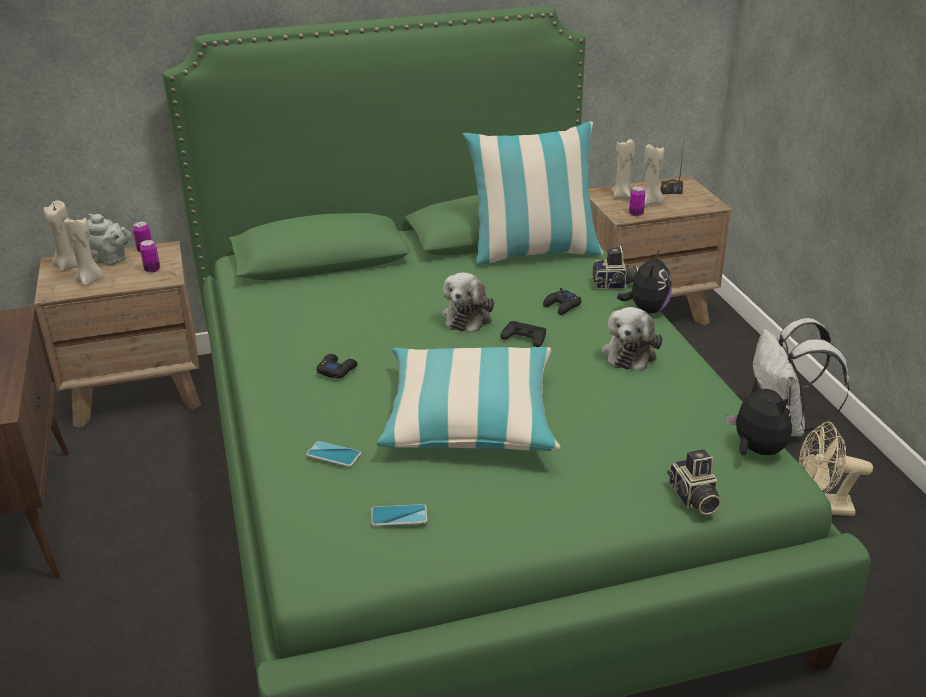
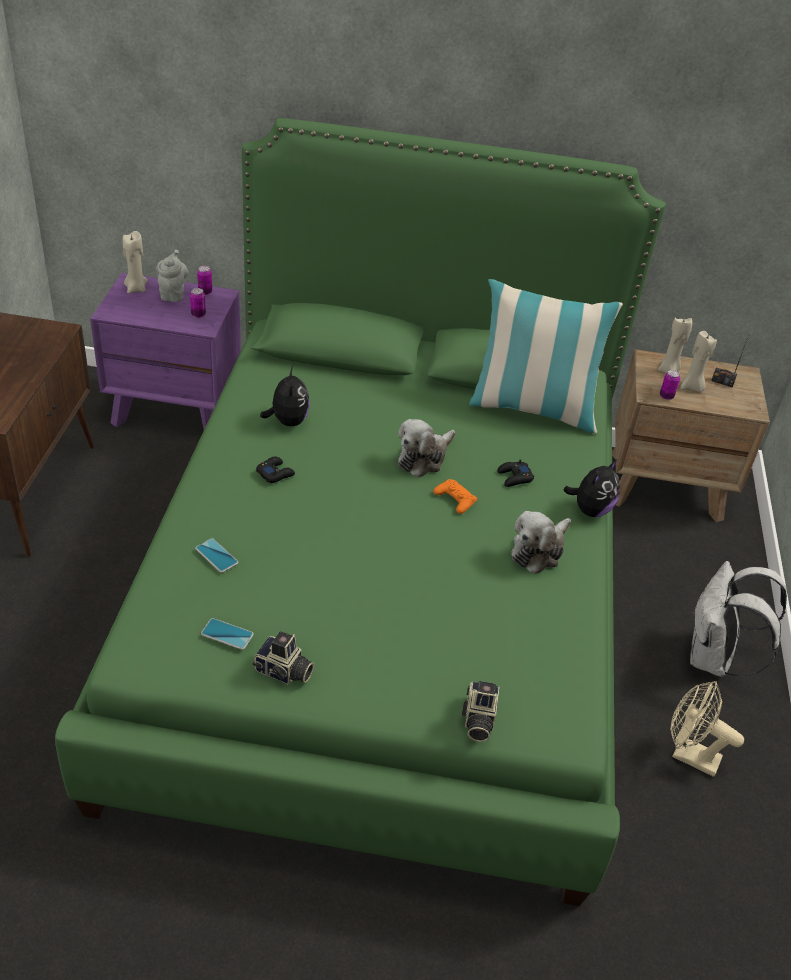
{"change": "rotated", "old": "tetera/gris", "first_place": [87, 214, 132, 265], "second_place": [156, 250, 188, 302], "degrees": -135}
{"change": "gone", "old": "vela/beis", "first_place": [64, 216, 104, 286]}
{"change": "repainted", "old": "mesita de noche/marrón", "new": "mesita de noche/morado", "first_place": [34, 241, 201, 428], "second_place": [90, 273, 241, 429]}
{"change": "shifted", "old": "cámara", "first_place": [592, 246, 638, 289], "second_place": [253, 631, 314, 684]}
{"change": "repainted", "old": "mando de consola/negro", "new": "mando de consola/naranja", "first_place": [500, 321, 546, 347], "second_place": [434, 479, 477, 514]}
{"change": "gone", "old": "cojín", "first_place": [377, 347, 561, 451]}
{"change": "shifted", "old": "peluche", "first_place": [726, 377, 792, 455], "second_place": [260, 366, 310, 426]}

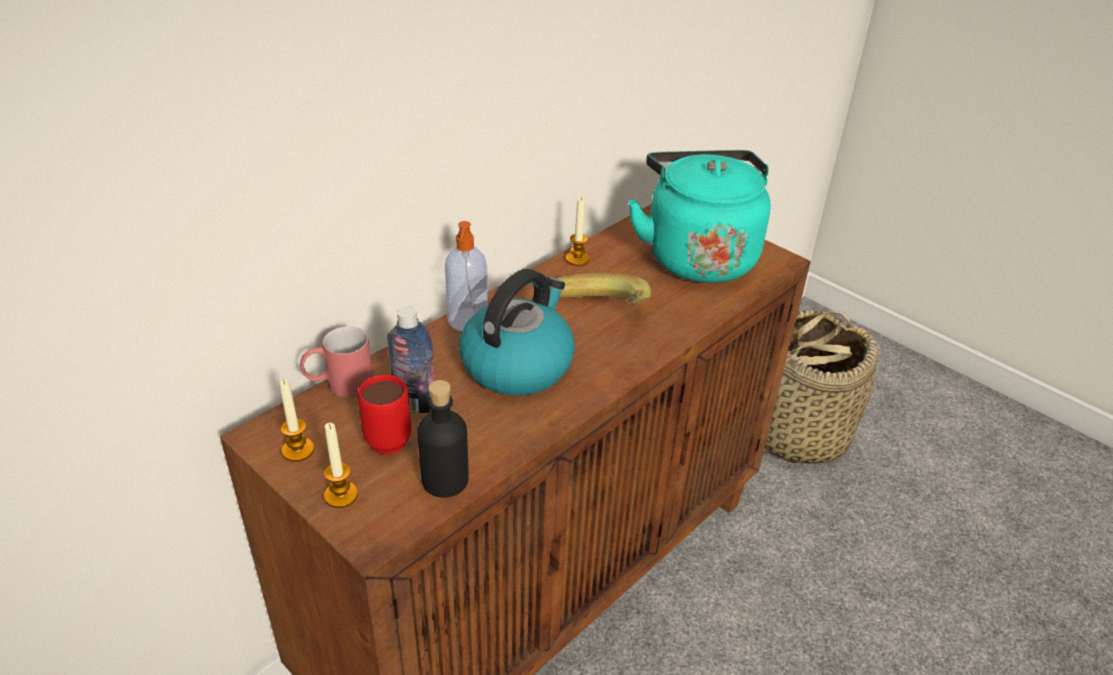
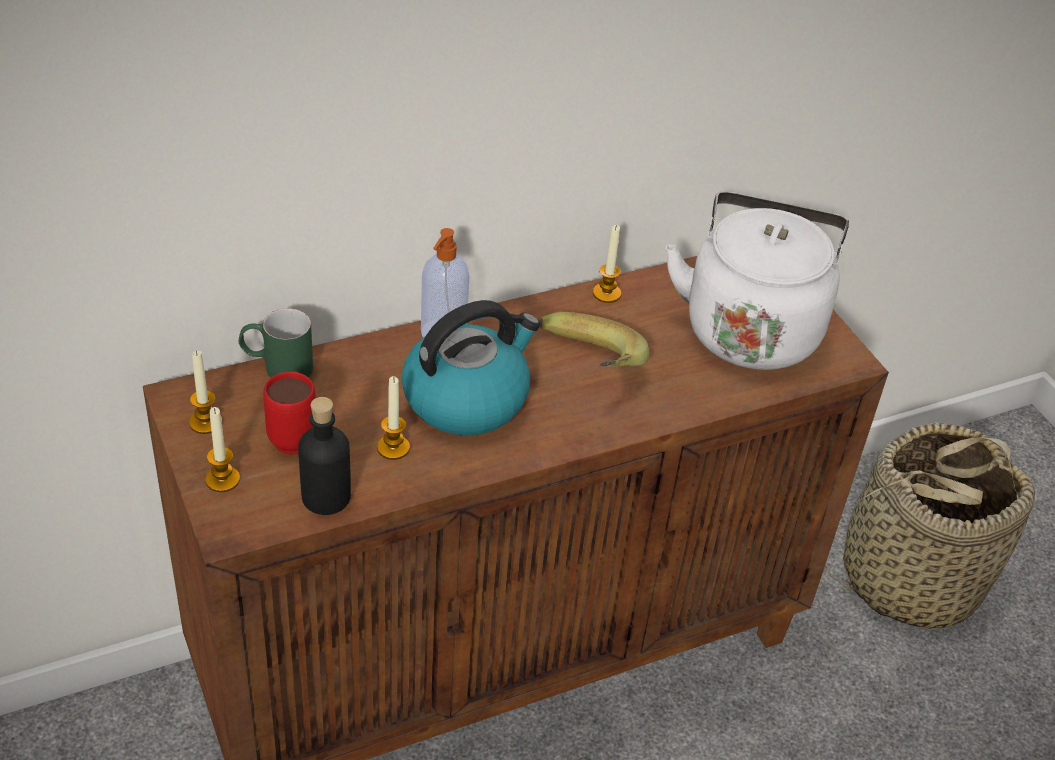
{"change": "repainted", "old": "hervidor/turquesa", "new": "hervidor/blanco", "first_place": [628, 150, 771, 283], "second_place": [666, 191, 849, 370]}
{"change": "gone", "old": "botella", "first_place": [387, 306, 435, 413]}
{"change": "repainted", "old": "taza grande/rojo", "new": "taza grande/verde", "first_place": [300, 326, 373, 397], "second_place": [239, 308, 313, 378]}
{"change": "new", "new": "vela", "second_place": [377, 376, 410, 460]}

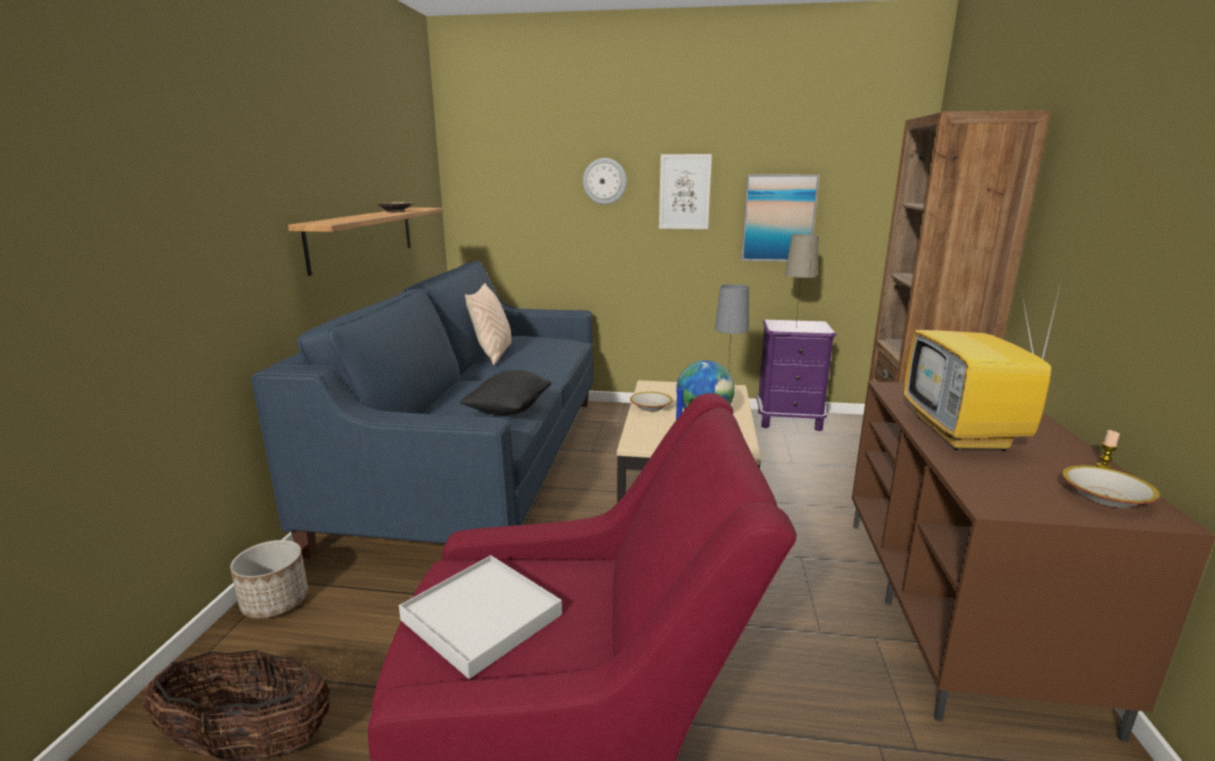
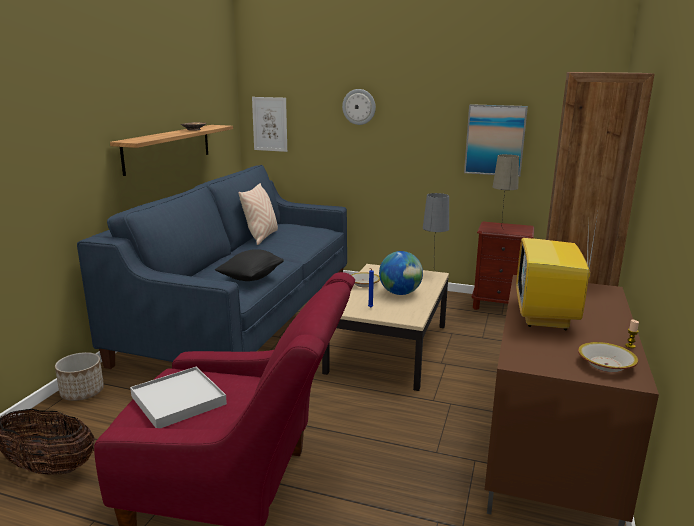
{"change": "shifted", "old": "cuadro", "first_place": [659, 154, 712, 229], "second_place": [252, 97, 287, 152]}
{"change": "repainted", "old": "mesita de noche/morado", "new": "mesita de noche/marrón", "first_place": [756, 320, 837, 431], "second_place": [472, 222, 534, 310]}

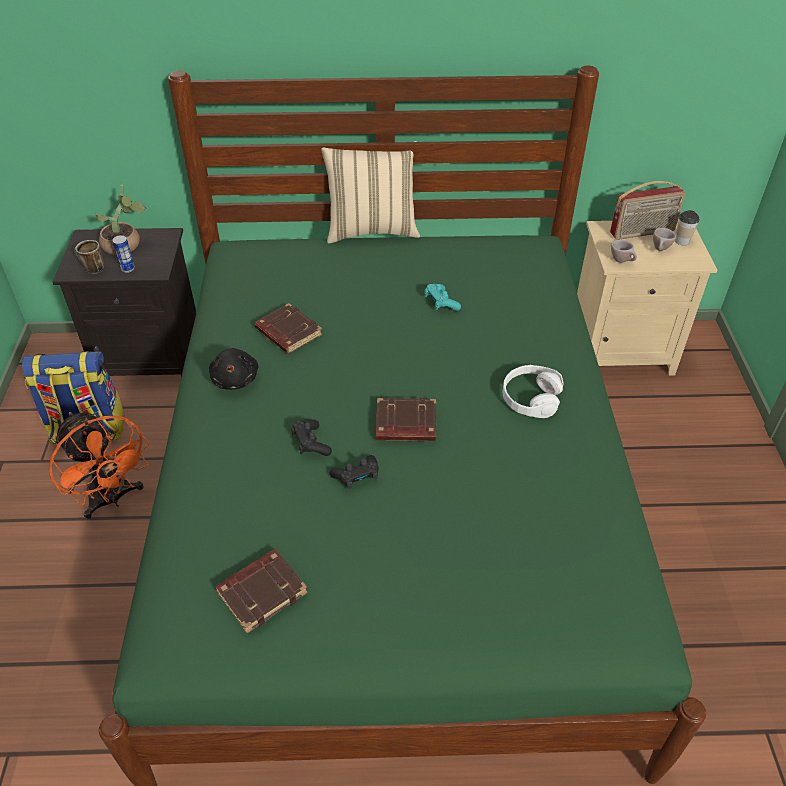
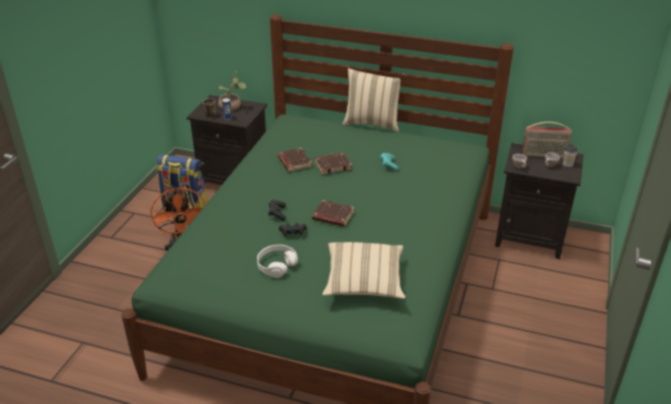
{"change": "repainted", "old": "mesita de noche/beis", "new": "mesita de noche/negro", "first_place": [577, 220, 717, 376], "second_place": [495, 143, 584, 259]}
{"change": "gone", "old": "peluche/negro", "first_place": [209, 348, 258, 390]}
{"change": "shifted", "old": "auriculares/blanco", "first_place": [503, 365, 564, 418], "second_place": [257, 245, 298, 278]}
{"change": "shifted", "old": "libro/marrón", "first_place": [215, 549, 308, 634], "second_place": [314, 153, 352, 175]}
{"change": "new", "new": "cojín/beis", "second_place": [322, 242, 405, 299]}

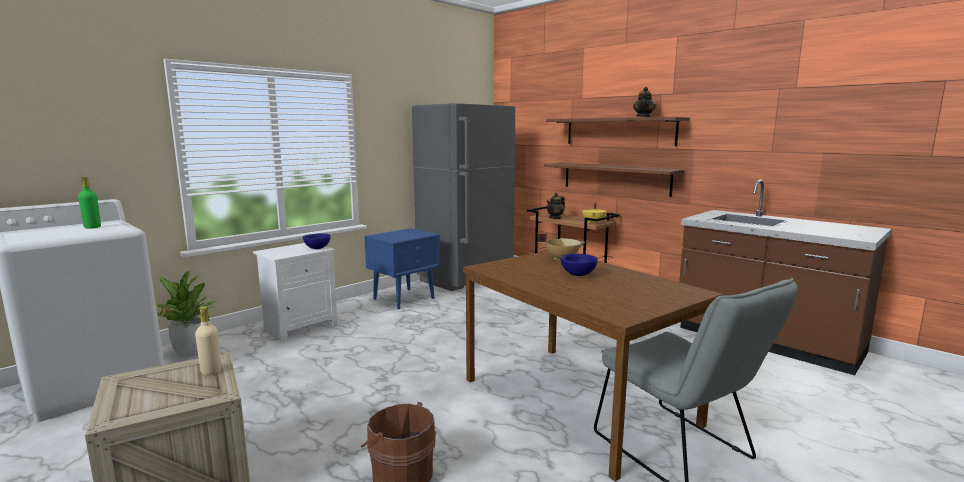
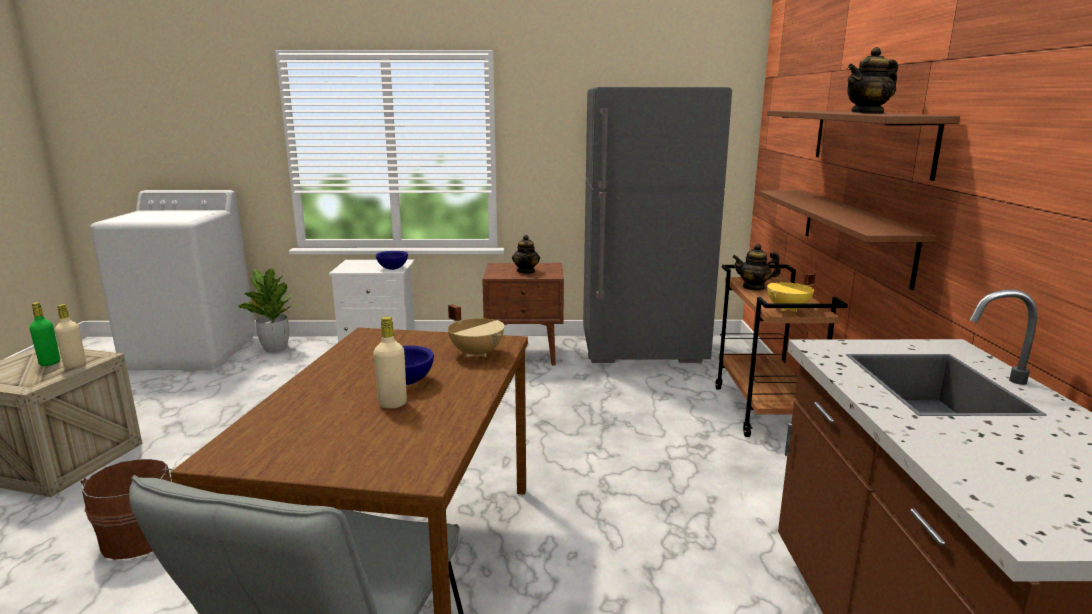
{"change": "shifted", "old": "botella/verde", "first_place": [78, 177, 101, 229], "second_place": [30, 302, 60, 366]}
{"change": "repainted", "old": "mesita de noche/azul", "new": "mesita de noche/marrón", "first_place": [364, 228, 440, 309], "second_place": [482, 263, 564, 366]}
{"change": "new", "new": "tetera", "second_place": [512, 235, 540, 274]}
{"change": "new", "new": "botella/beis", "second_place": [373, 317, 407, 409]}

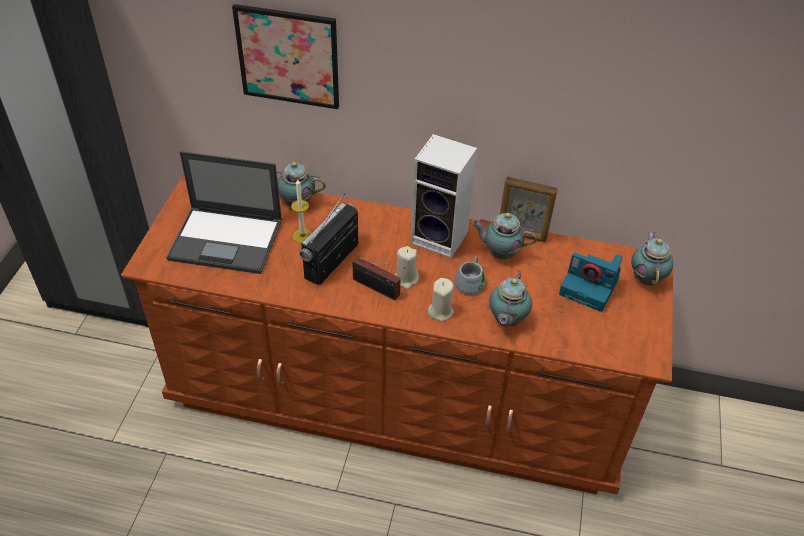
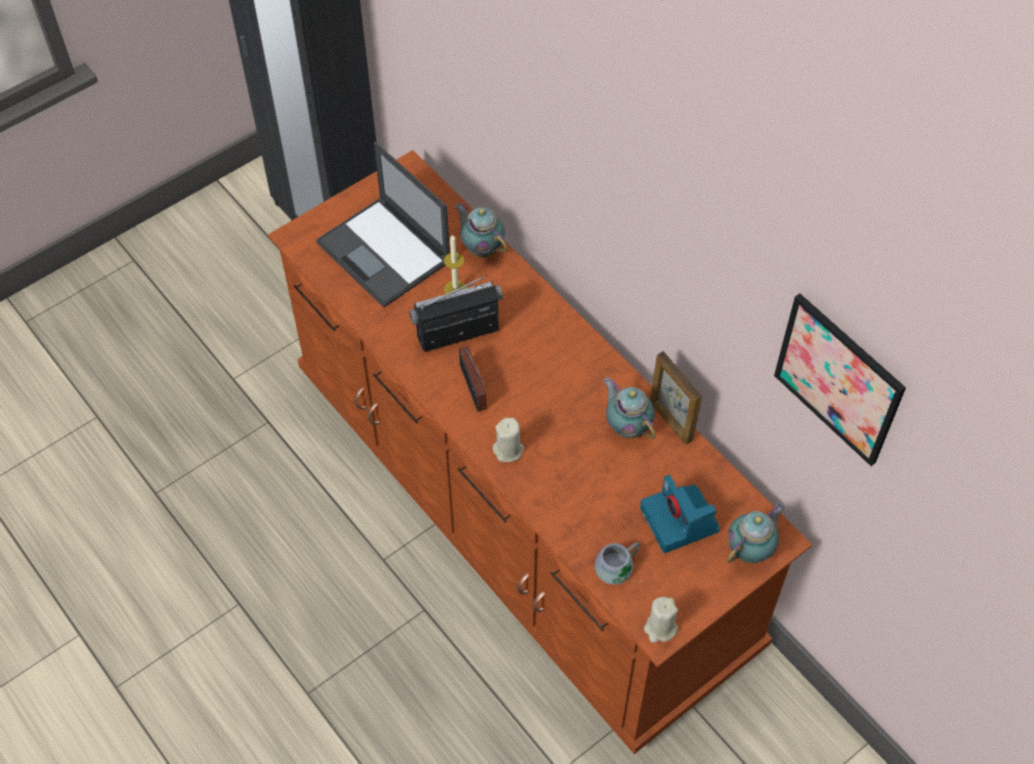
{"change": "shifted", "old": "cuadro", "first_place": [232, 4, 339, 109], "second_place": [774, 293, 906, 466]}
{"change": "gone", "old": "altavoz", "first_place": [411, 134, 477, 258]}
{"change": "shifted", "old": "vela/beis", "first_place": [395, 246, 419, 289], "second_place": [644, 597, 678, 643]}
{"change": "shifted", "old": "taza grande/gris", "first_place": [454, 255, 494, 295], "second_place": [595, 542, 640, 585]}
{"change": "gone", "old": "tetera", "first_place": [489, 271, 532, 326]}

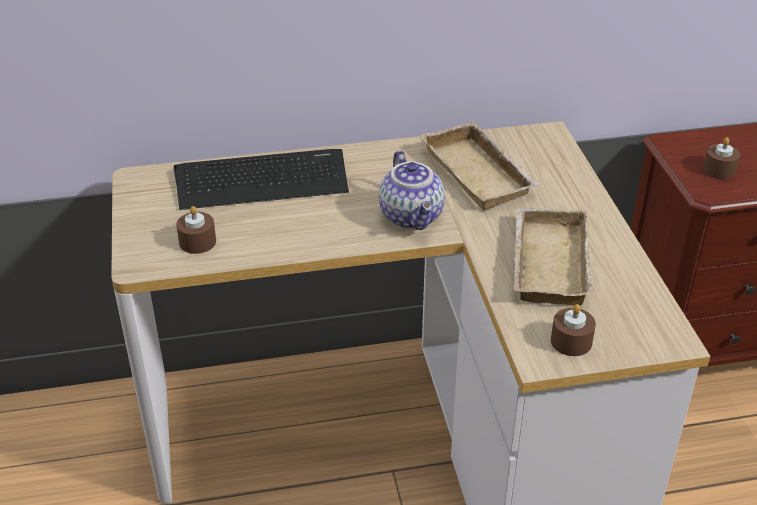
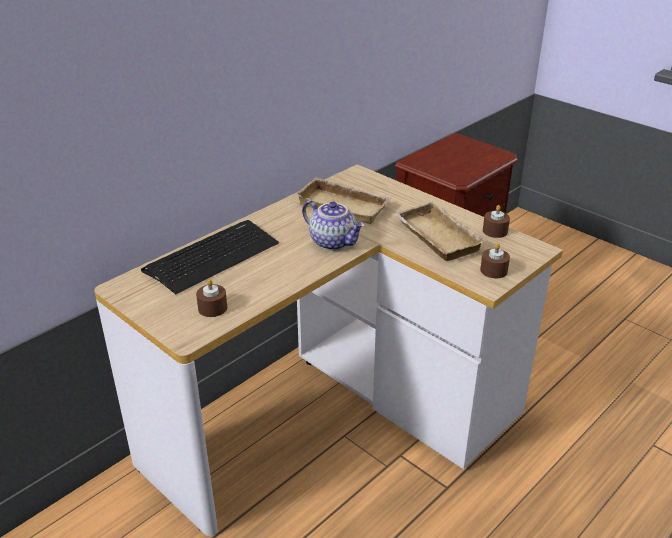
{"change": "shifted", "old": "vela/marrón", "first_place": [703, 137, 740, 179], "second_place": [483, 205, 510, 238]}

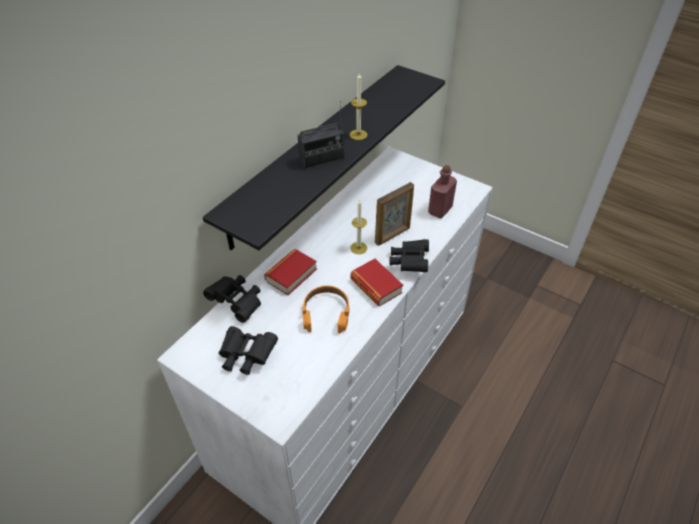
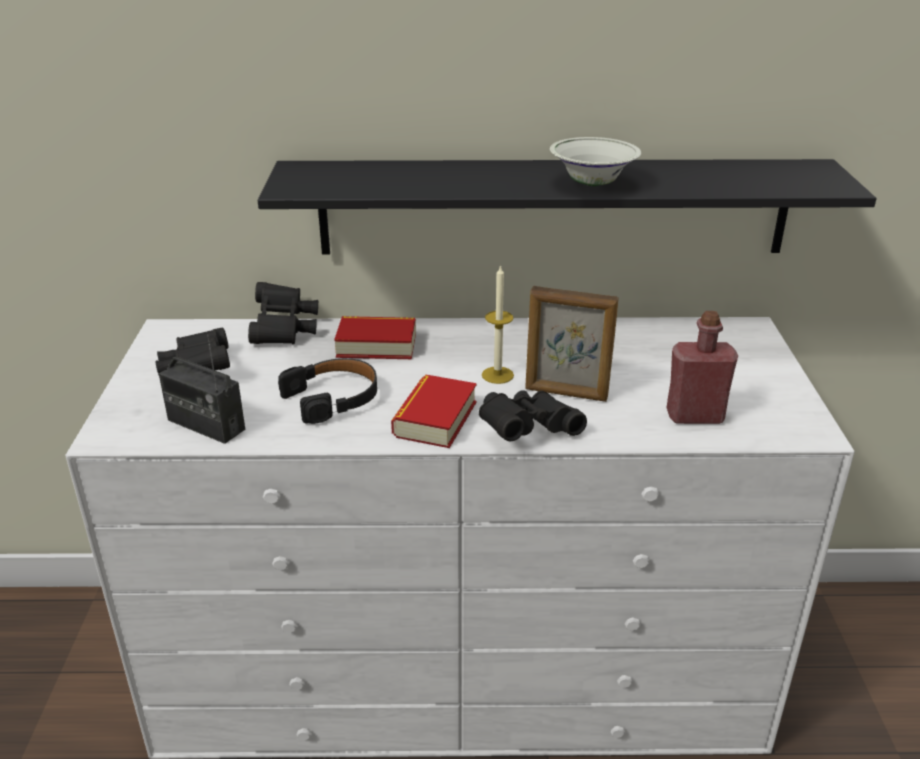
{"change": "swapped", "old": "vela", "new": "cuenco/blanco", "first_place": [350, 72, 367, 140], "second_place": [550, 137, 641, 186]}
{"change": "shifted", "old": "radio", "first_place": [298, 101, 344, 169], "second_place": [159, 335, 245, 444]}
{"change": "repainted", "old": "auriculares/naranja", "new": "auriculares/negro", "first_place": [302, 286, 350, 333], "second_place": [278, 358, 377, 424]}

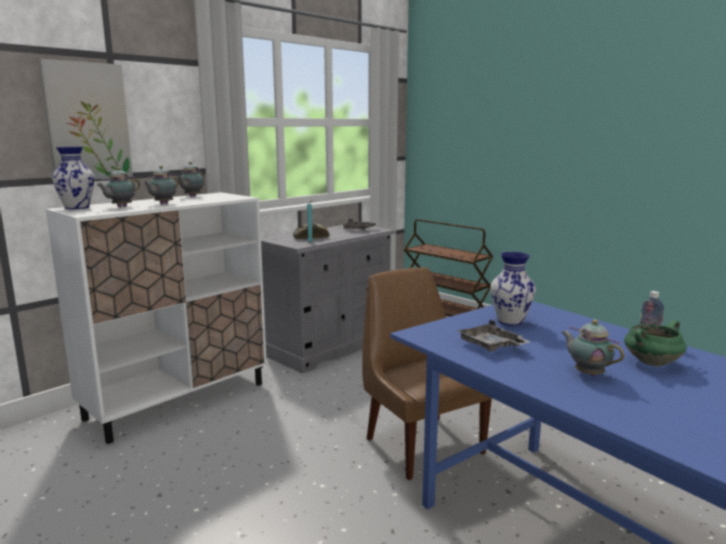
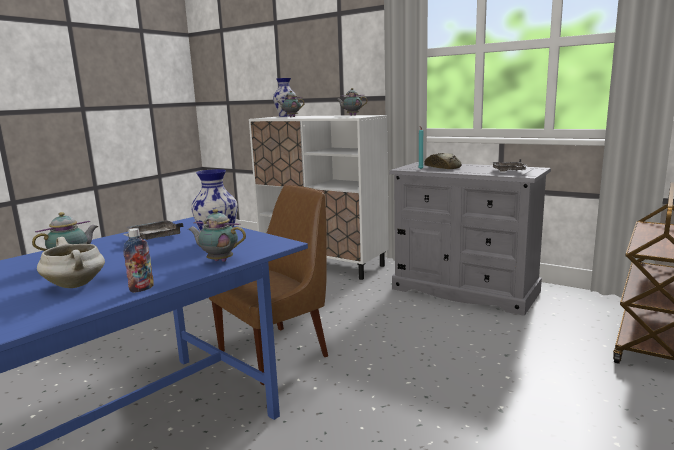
{"change": "gone", "old": "cuadro", "first_place": [38, 59, 133, 179]}
{"change": "shifted", "old": "tetera", "first_place": [143, 166, 179, 204], "second_place": [188, 209, 246, 262]}
{"change": "repainted", "old": "olla/verde", "new": "olla/blanco", "first_place": [624, 320, 687, 367], "second_place": [37, 237, 105, 288]}

